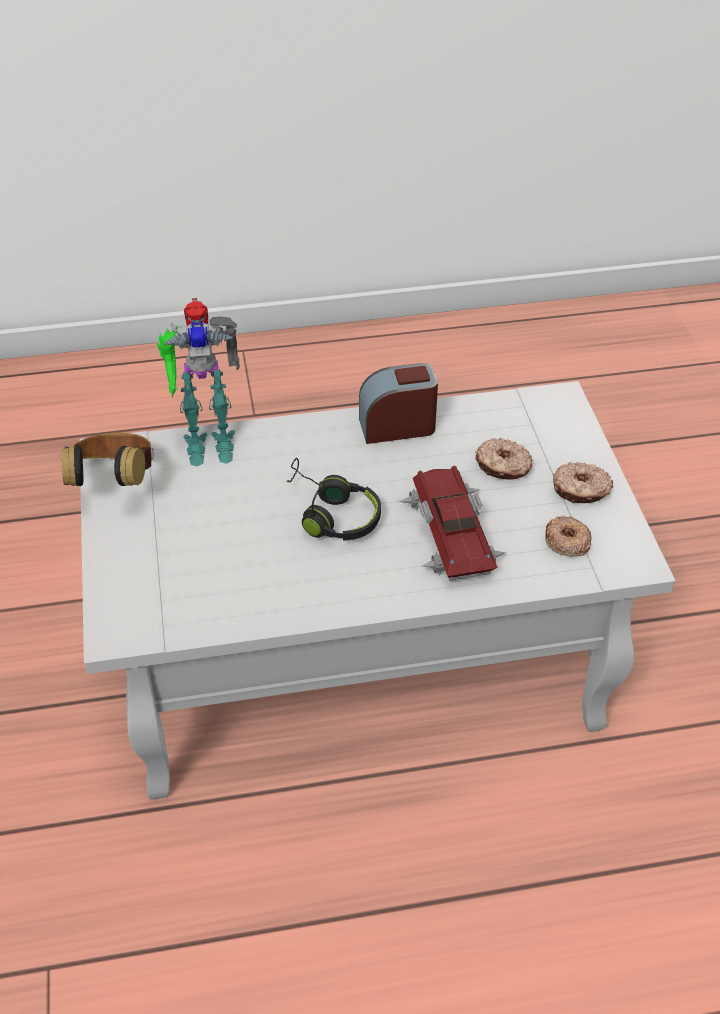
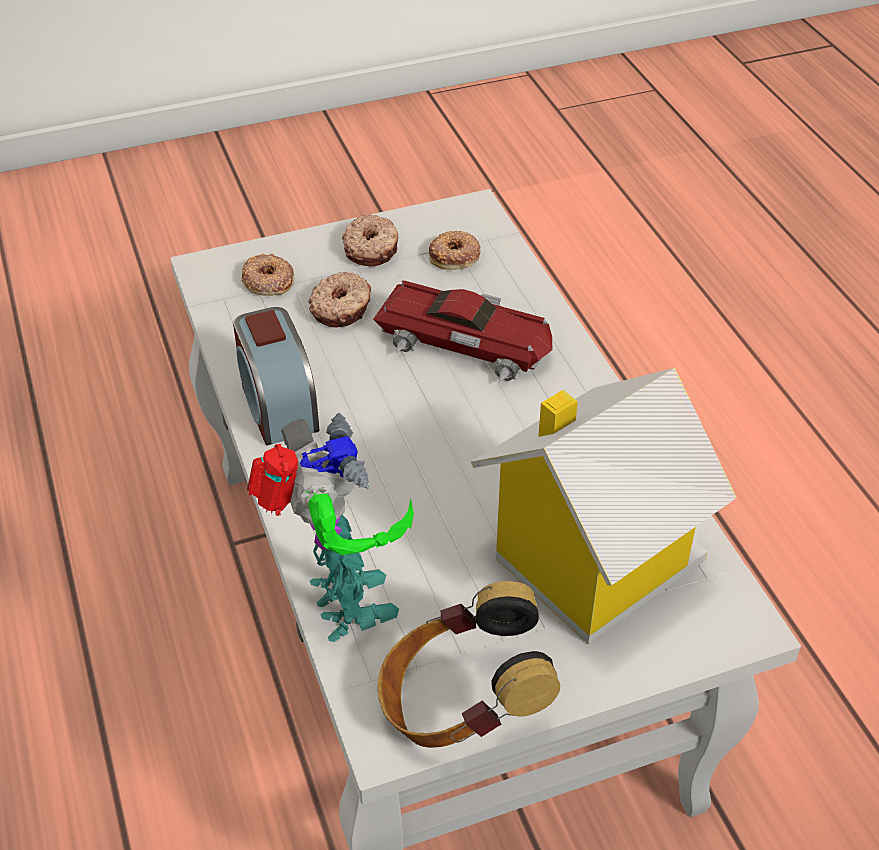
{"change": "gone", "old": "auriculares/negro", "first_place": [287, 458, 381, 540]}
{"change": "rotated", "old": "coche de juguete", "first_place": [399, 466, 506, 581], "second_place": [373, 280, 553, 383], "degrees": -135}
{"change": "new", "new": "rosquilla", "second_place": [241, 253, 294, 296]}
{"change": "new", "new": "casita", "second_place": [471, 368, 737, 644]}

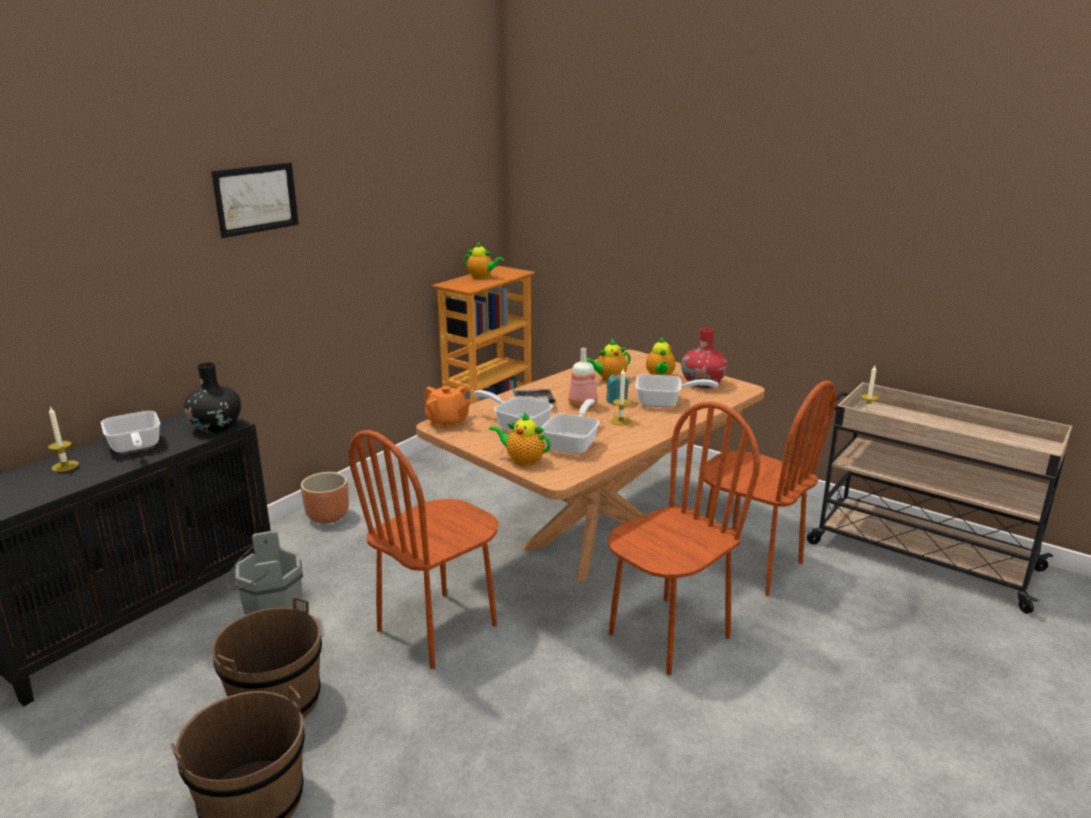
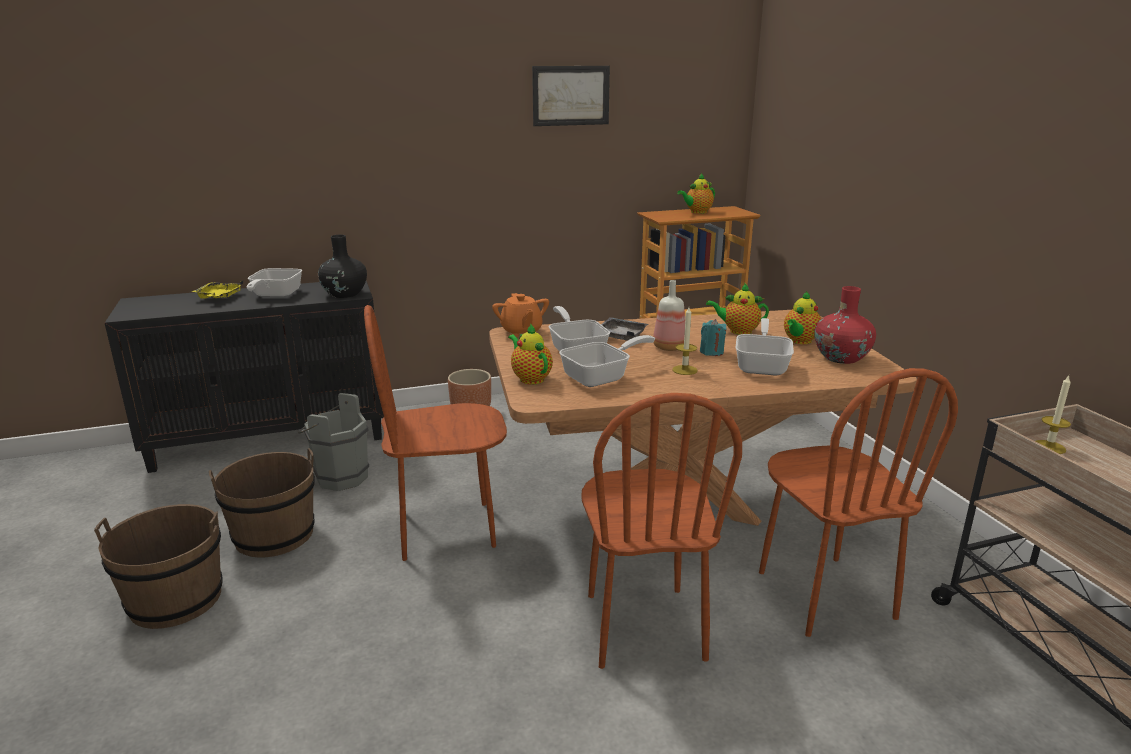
{"change": "shifted", "old": "cuadro", "first_place": [211, 162, 299, 238], "second_place": [532, 66, 610, 126]}
{"change": "rotated", "old": "tetera", "first_place": [464, 241, 504, 279], "second_place": [677, 174, 715, 214], "degrees": 90}
{"change": "rotated", "old": "sartén", "first_place": [635, 374, 718, 407], "second_place": [736, 318, 794, 376], "degrees": -120}
{"change": "rotated", "old": "silla/marrón", "first_place": [608, 402, 760, 675], "second_place": [581, 393, 742, 669], "degrees": 90}
{"change": "swapped", "old": "vela", "new": "bandeja/amarillo", "first_place": [48, 406, 79, 472], "second_place": [192, 280, 243, 299]}

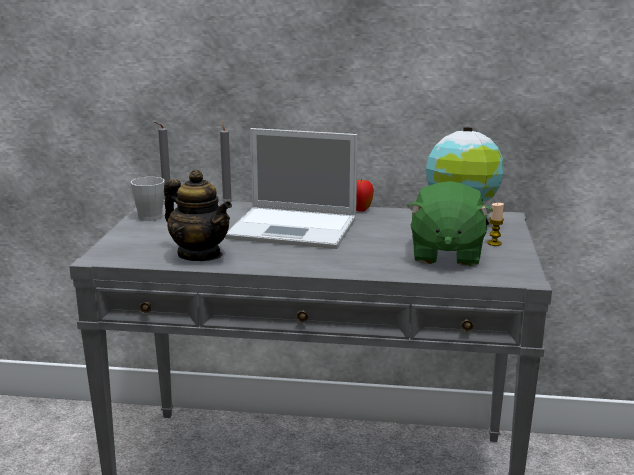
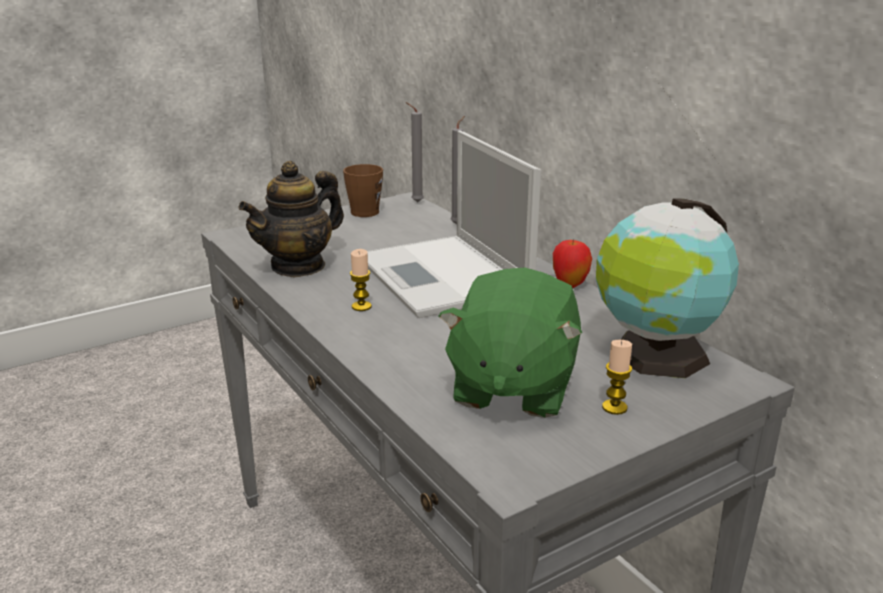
{"change": "rotated", "old": "tetera", "first_place": [164, 170, 232, 261], "second_place": [239, 161, 344, 277], "degrees": 45}
{"change": "repainted", "old": "taza grande/gris", "new": "taza grande/marrón", "first_place": [131, 177, 165, 221], "second_place": [343, 164, 383, 217]}
{"change": "rotated", "old": "peluche/verde", "first_place": [407, 181, 493, 266], "second_place": [439, 268, 582, 418], "degrees": -45}
{"change": "new", "new": "vela", "second_place": [350, 249, 372, 311]}

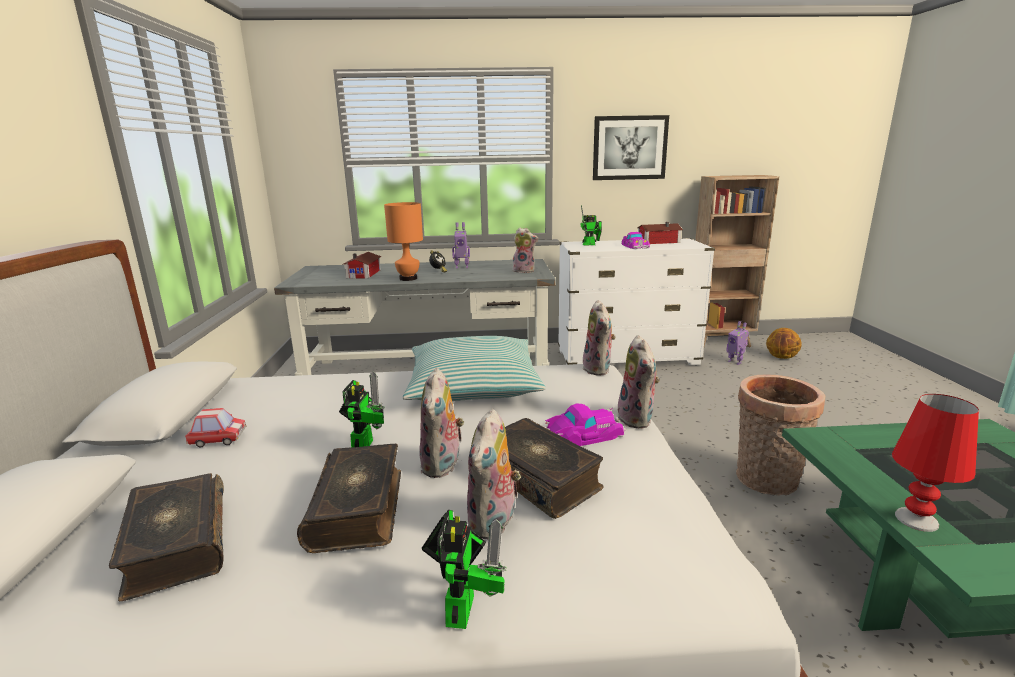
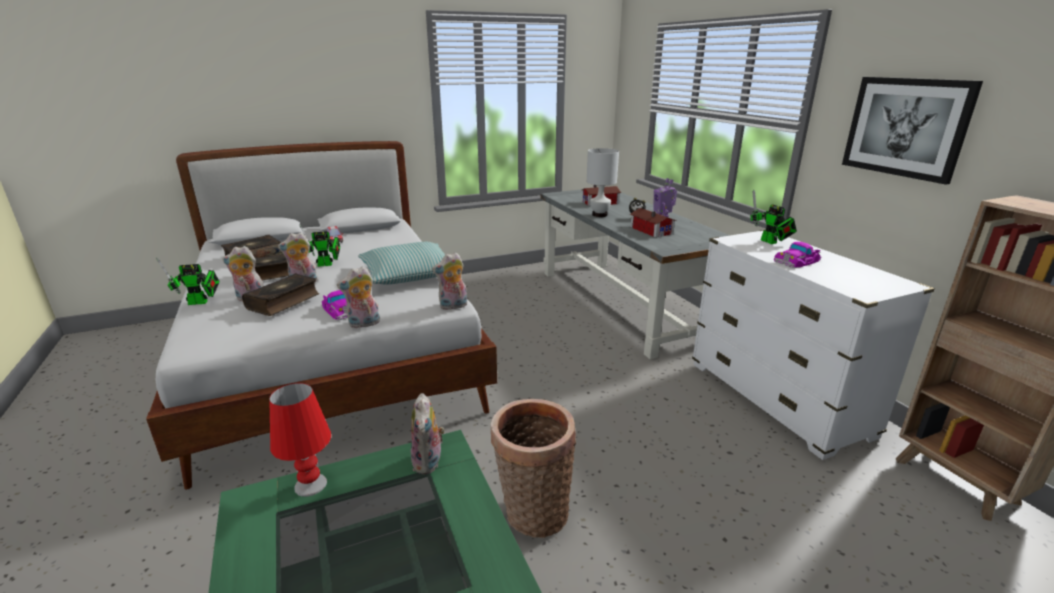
{"change": "repainted", "old": "lámpara de mesa/naranja", "new": "lámpara de mesa/blanco", "first_place": [384, 202, 423, 281], "second_place": [587, 148, 619, 217]}
{"change": "shifted", "old": "casita", "first_place": [637, 222, 683, 244], "second_place": [630, 208, 677, 238]}
{"change": "shifted", "old": "peluche", "first_place": [512, 228, 538, 273], "second_place": [411, 393, 445, 474]}
{"change": "gone", "old": "robot de juguete", "first_place": [726, 321, 749, 365]}
{"change": "gone", "old": "balón de baloncesto", "first_place": [766, 328, 802, 359]}

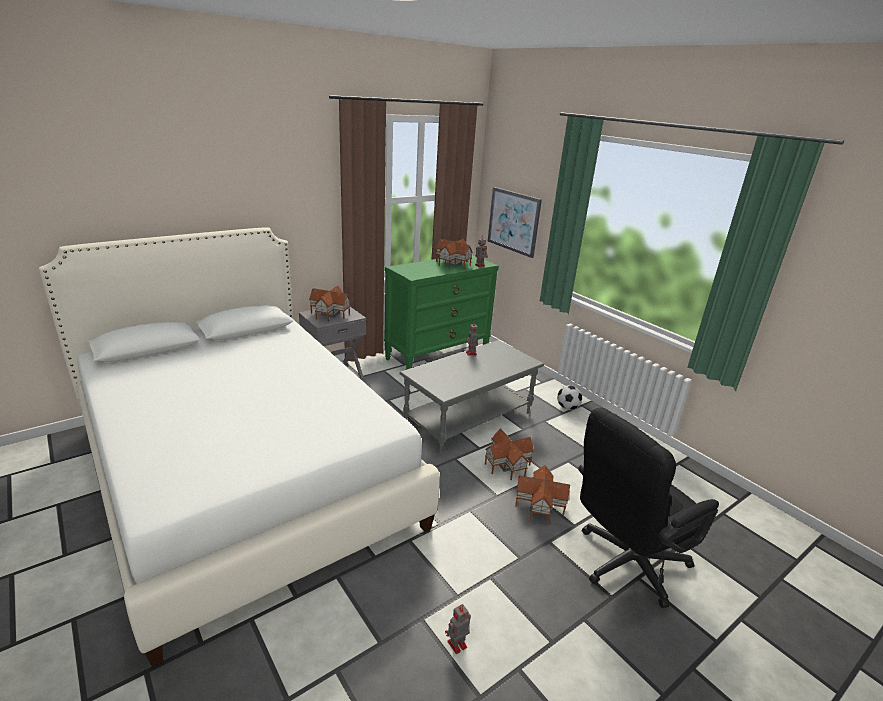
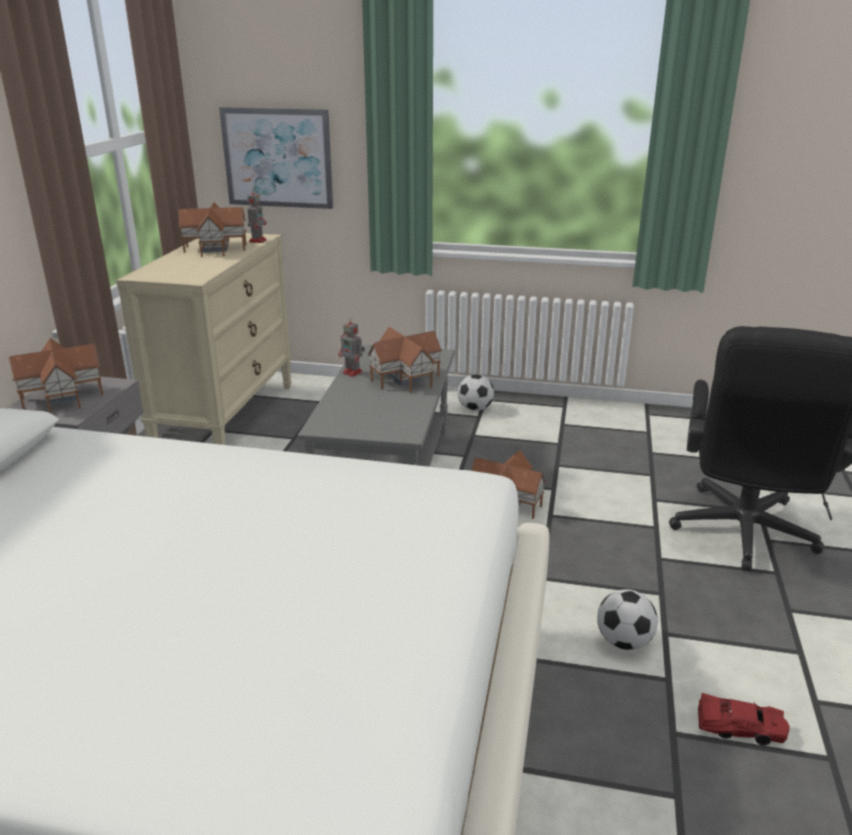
{"change": "repainted", "old": "cómoda/verde", "new": "cómoda/beis", "first_place": [384, 254, 499, 370], "second_place": [116, 233, 292, 445]}
{"change": "shifted", "old": "casita", "first_place": [515, 465, 570, 524], "second_place": [367, 327, 442, 393]}
{"change": "swapped", "old": "robot de juguete", "new": "coche de juguete/rojo", "first_place": [445, 604, 471, 654], "second_place": [698, 693, 790, 746]}
{"change": "new", "new": "balón de fútbol", "second_place": [597, 589, 658, 650]}

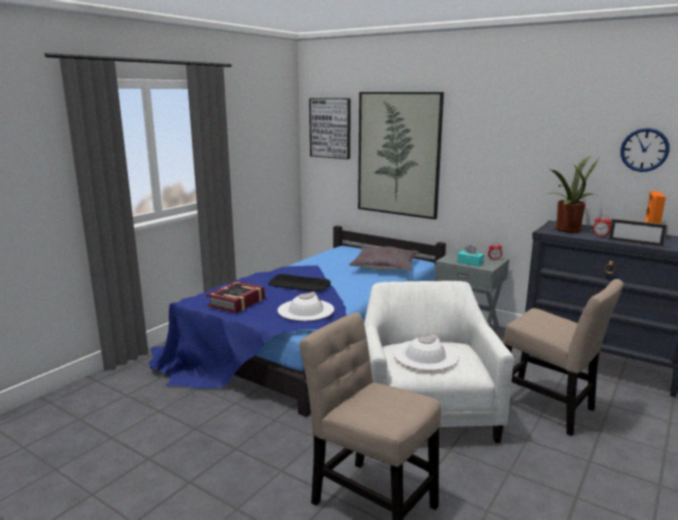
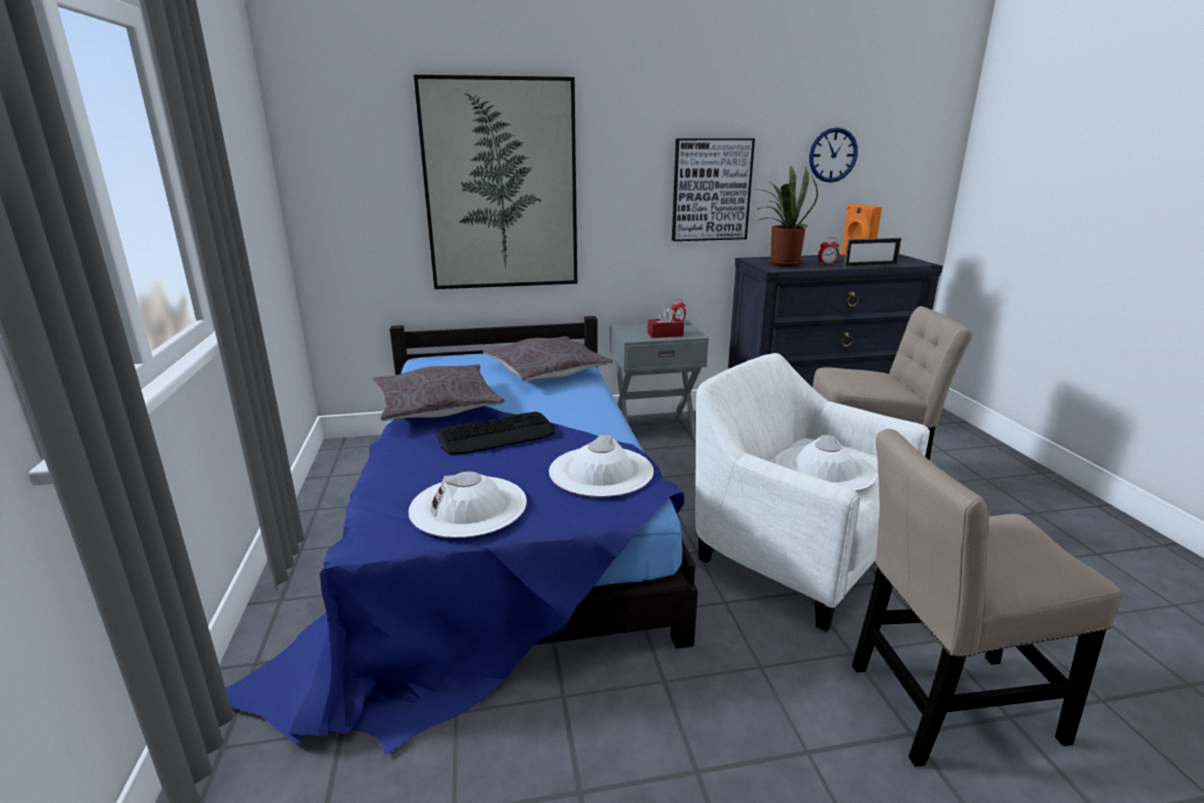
{"change": "shifted", "old": "cuadro", "first_place": [309, 98, 351, 159], "second_place": [672, 138, 755, 241]}
{"change": "repainted", "old": "caja de pañuelos/turquesa", "new": "caja de pañuelos/rojo", "first_place": [457, 245, 484, 267], "second_place": [647, 308, 684, 338]}
{"change": "swapped", "old": "libro", "new": "sombrero/blanco", "first_place": [206, 281, 265, 313], "second_place": [408, 471, 527, 538]}
{"change": "new", "new": "cojín/gris", "second_place": [372, 364, 505, 421]}

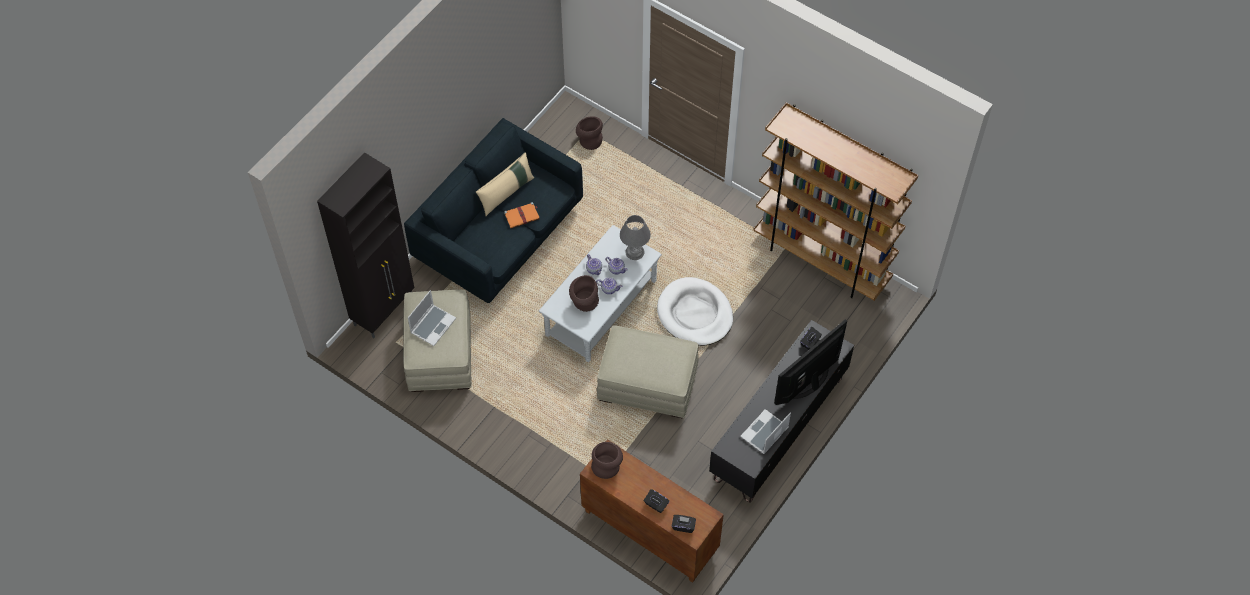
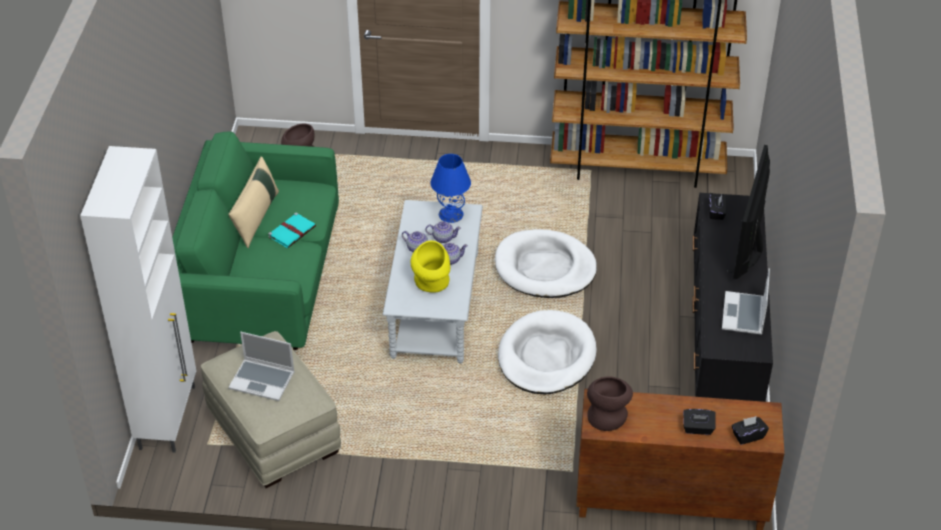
{"change": "repainted", "old": "sofá/azul", "new": "sofá/verde", "first_place": [404, 118, 583, 303], "second_place": [172, 132, 339, 350]}
{"change": "repainted", "old": "armario/negro", "new": "armario/blanco", "first_place": [317, 152, 414, 338], "second_place": [80, 146, 196, 453]}
{"change": "repainted", "old": "libro/naranja", "new": "libro/turquesa", "first_place": [504, 202, 540, 228], "second_place": [268, 212, 316, 248]}
{"change": "repainted", "old": "lámpara de mesa/gris", "new": "lámpara de mesa/azul", "first_place": [620, 215, 651, 260], "second_place": [430, 154, 471, 223]}
{"change": "repainted", "old": "florero/marrón", "new": "florero/amarillo", "first_place": [569, 275, 599, 312], "second_place": [411, 241, 450, 293]}
{"change": "rotated", "old": "portátil", "first_place": [408, 290, 456, 346], "second_place": [228, 332, 295, 401], "degrees": 105}
{"change": "swapped", "old": "puf/beis", "new": "cama para perro/blanco", "first_place": [597, 325, 699, 419], "second_place": [498, 310, 597, 394]}

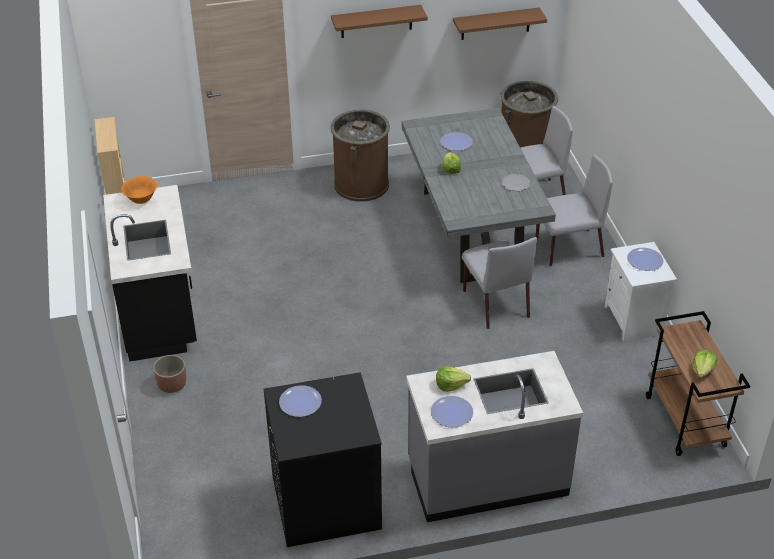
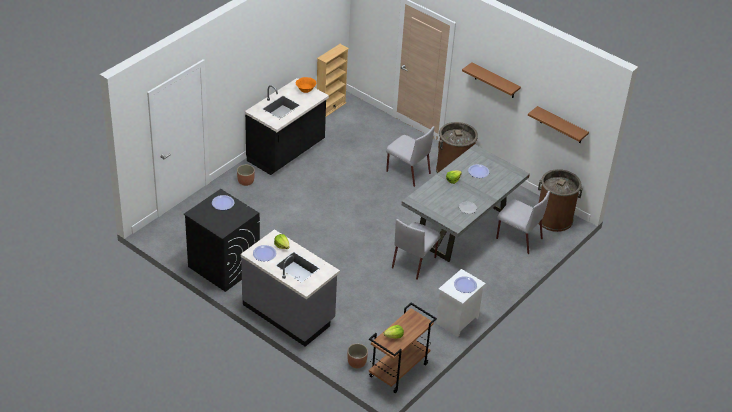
{"change": "shifted", "old": "silla/gris", "first_place": [536, 155, 613, 266], "second_place": [386, 126, 434, 187]}
{"change": "new", "new": "maceta", "second_place": [348, 343, 368, 368]}

